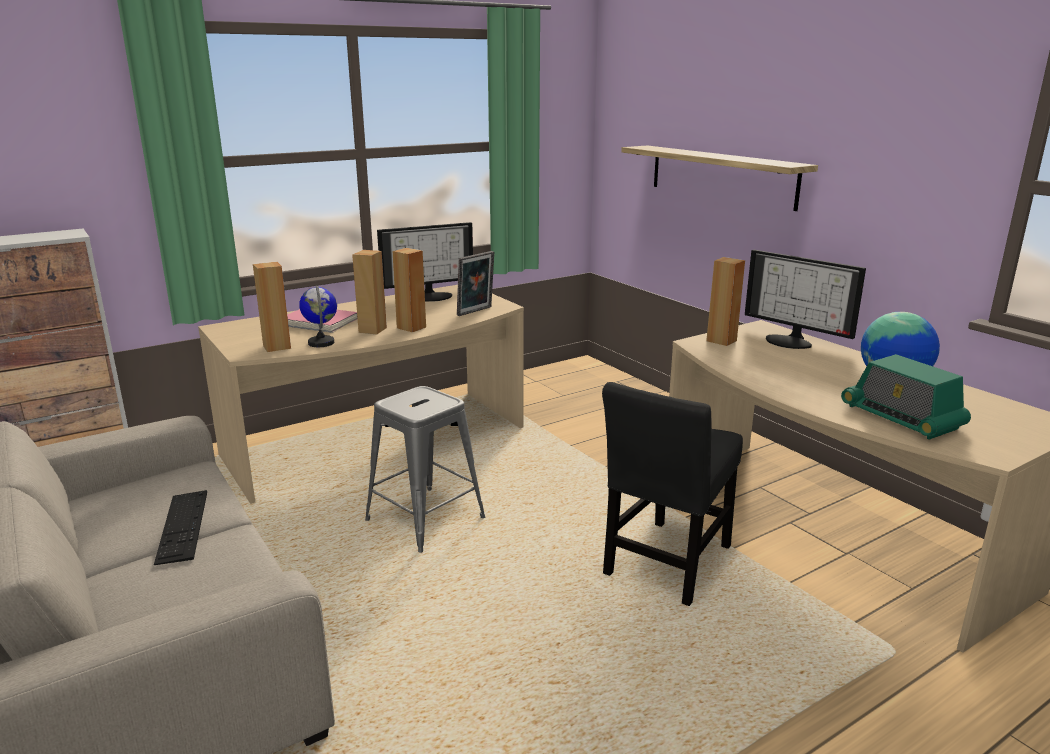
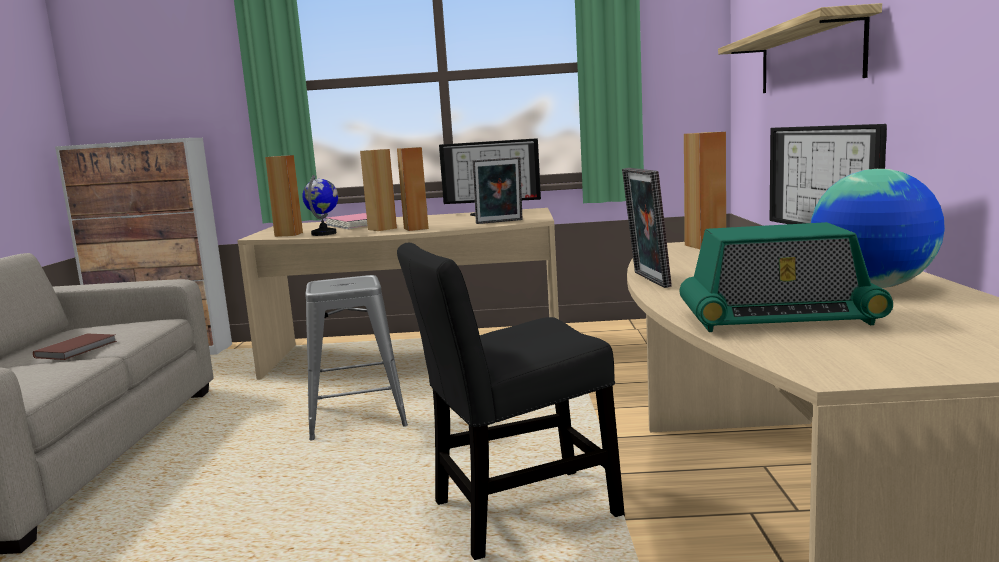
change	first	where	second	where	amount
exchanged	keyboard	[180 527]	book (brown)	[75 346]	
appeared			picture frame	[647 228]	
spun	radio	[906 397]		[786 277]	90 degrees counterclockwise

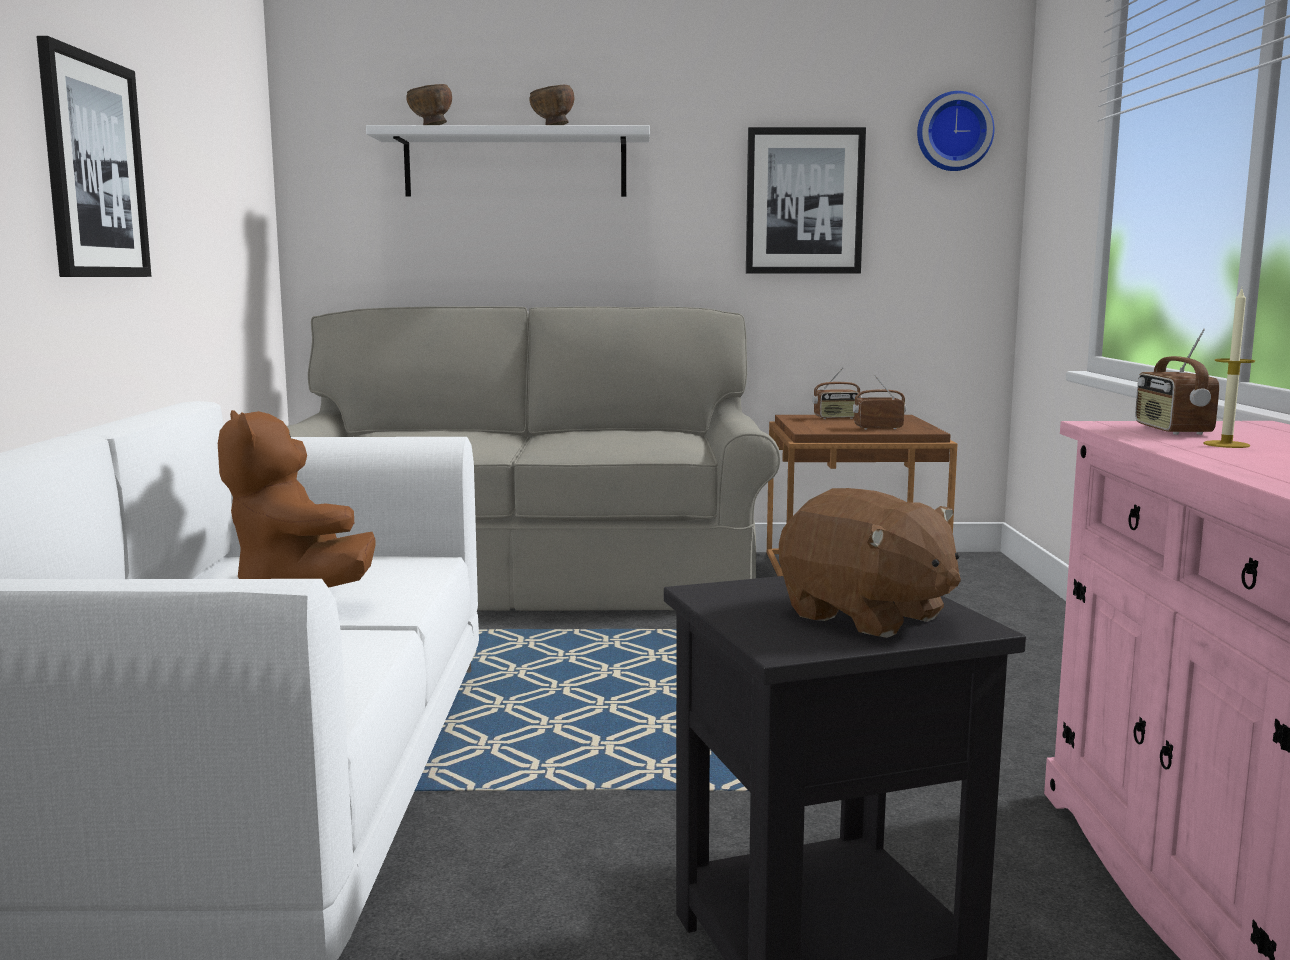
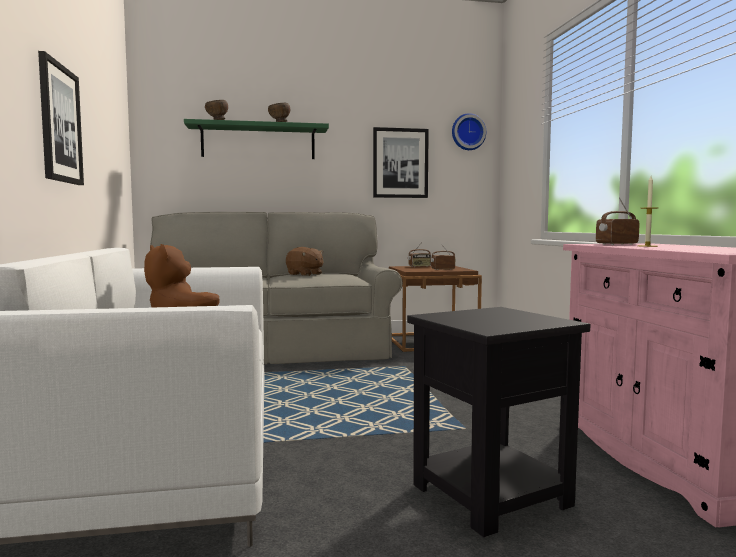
change	first	where	second	where	amount
colour	shelf (white)	[508 161]	shelf (green)	[256 139]	
relocated	plush toy (brown)	[870 563]		[304 261]	
spun	radio	[1177 381]		[617 221]	75 degrees clockwise

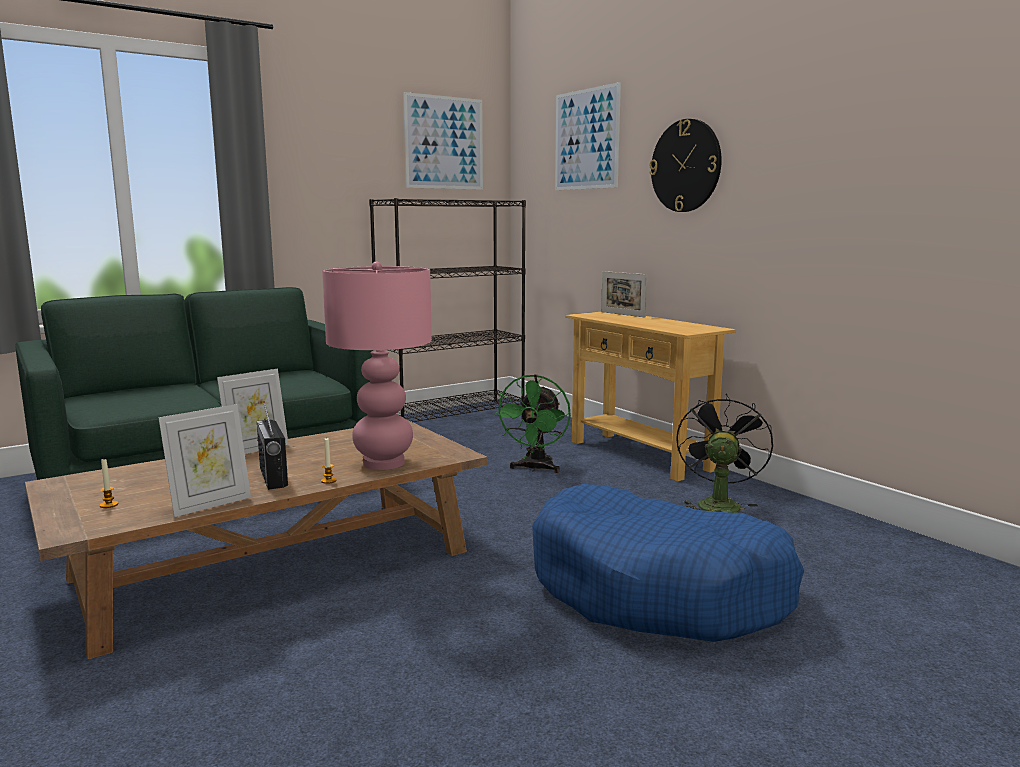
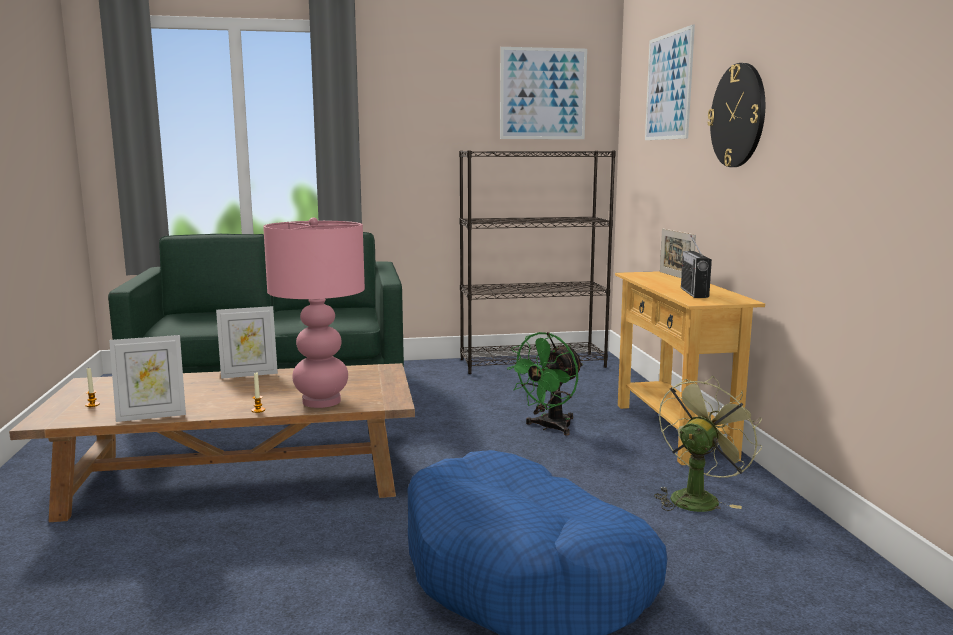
change	first	where	second	where	amount
colour	fan (black)	[724 453]	fan (green)	[708 443]	
relocated	radio	[272 445]		[696 267]	

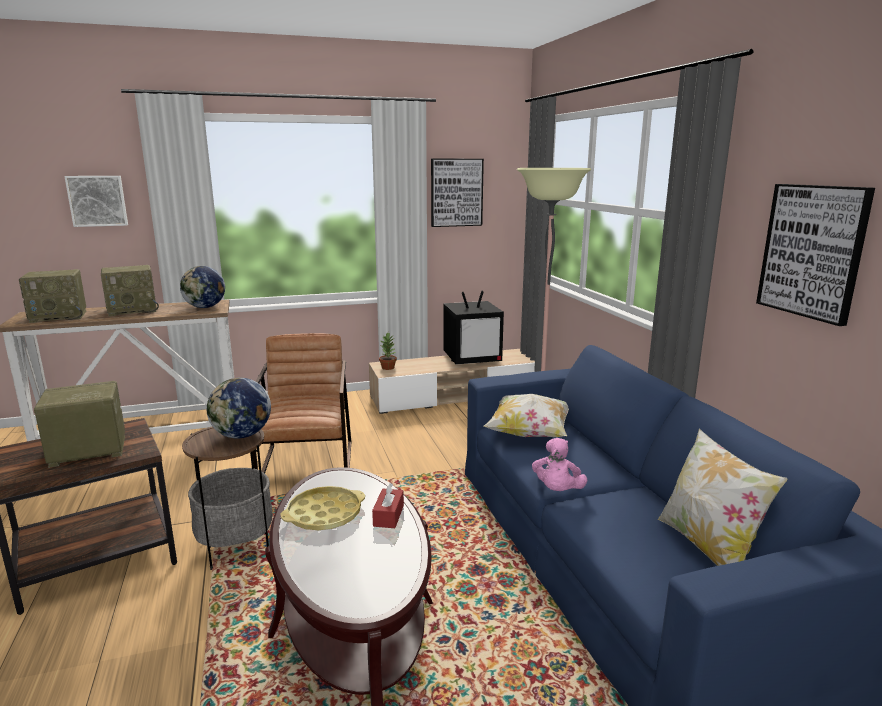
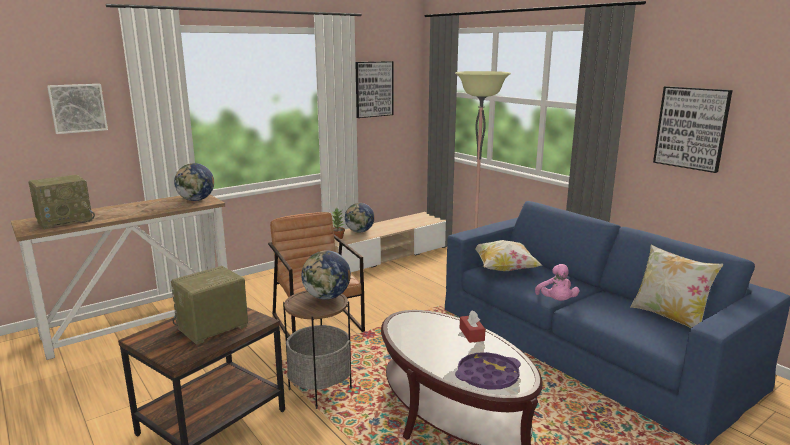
change	first	where	second	where	amount
appeared			globe	[360 218]	
appeared			tray (purple)	[488 371]	
missing	radio	[130 291]			
missing	tray (yellow)	[322 508]			
missing	television	[473 327]			

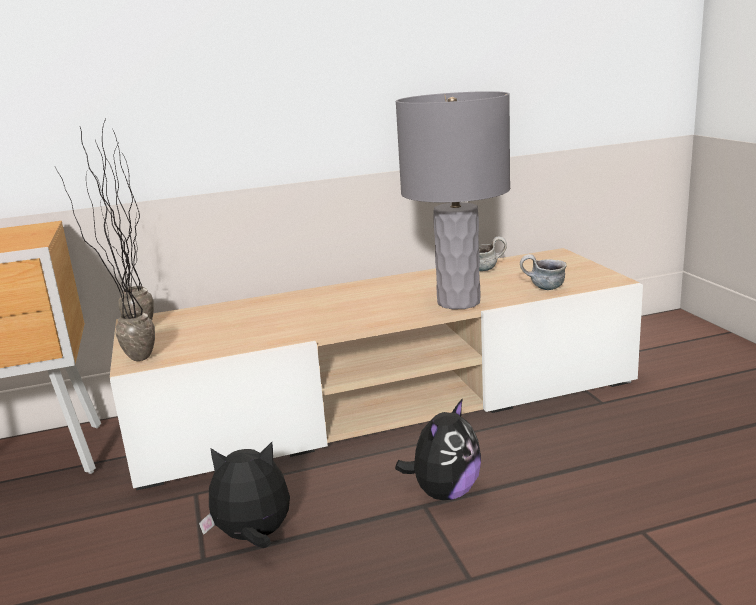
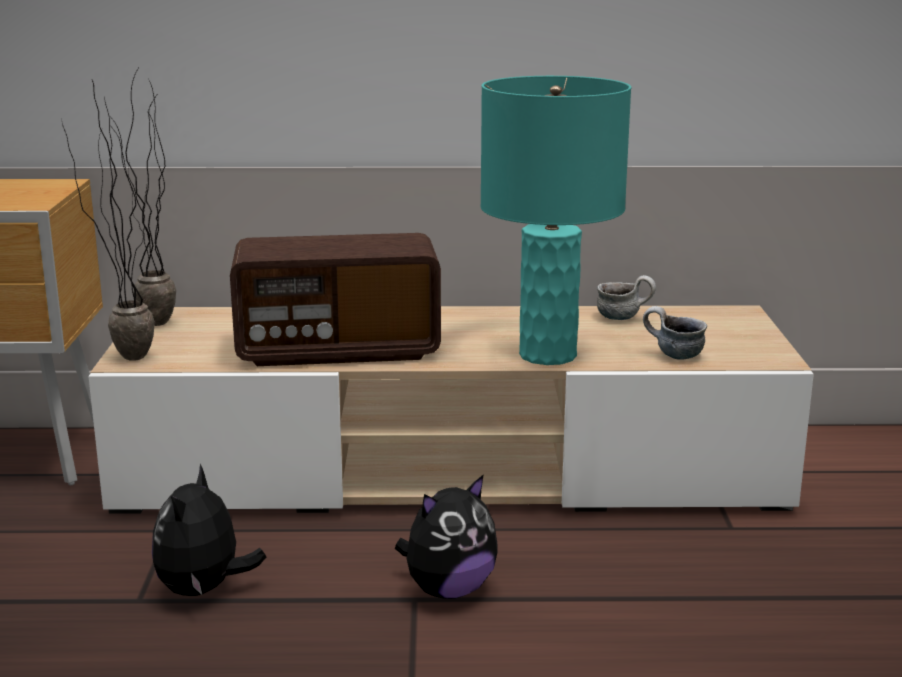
change	first	where	second	where	amount
spun	plush toy	[244 495]		[209 530]	90 degrees counterclockwise
appeared			radio	[335 299]	
colour	table lamp (grey)	[452 200]	table lamp (turquoise)	[555 220]	

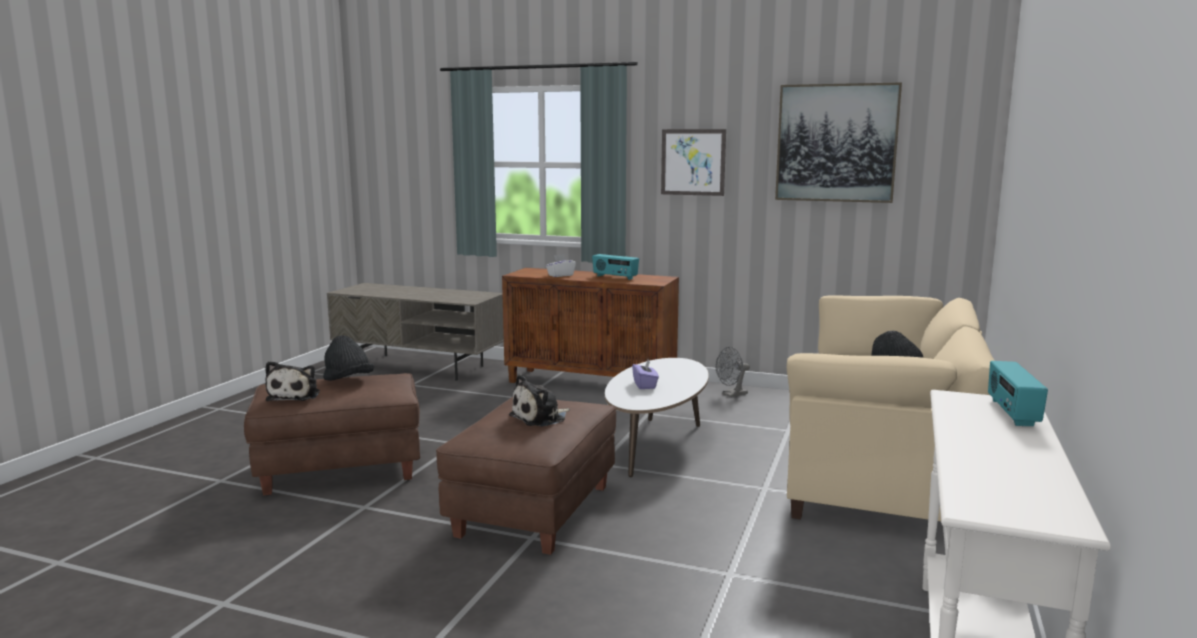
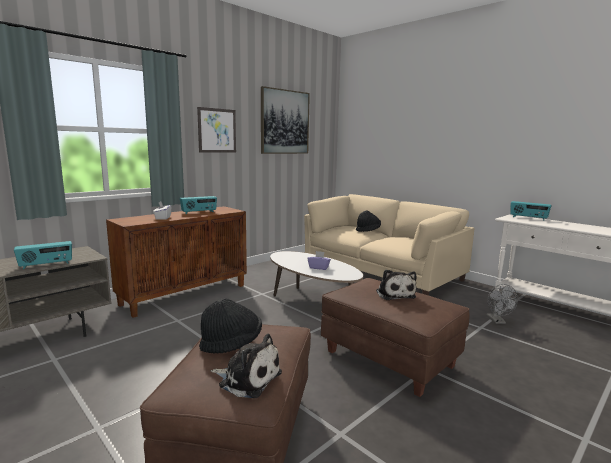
change	first	where	second	where	amount
appeared			radio	[43 255]	
relocated	fan (grey)	[733 372]		[502 304]	

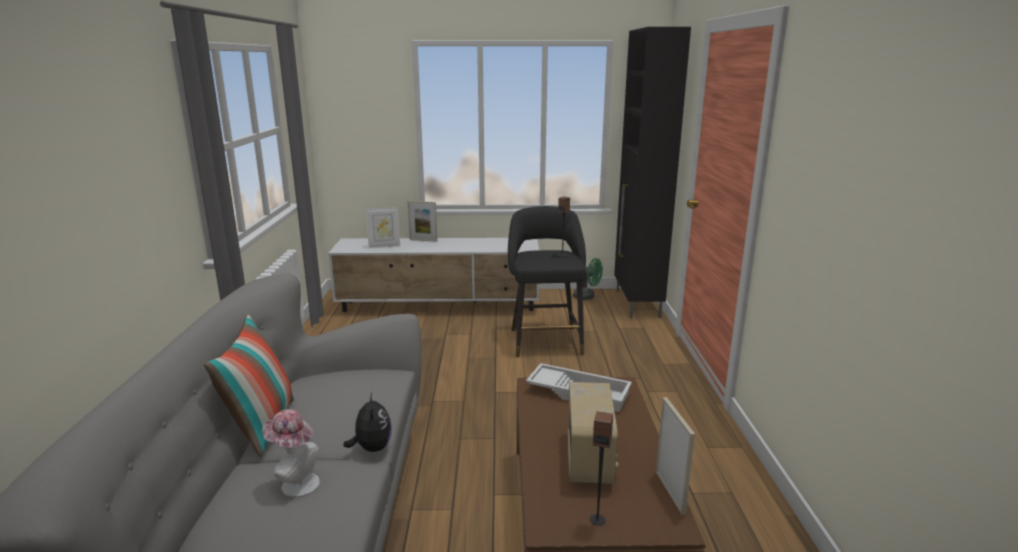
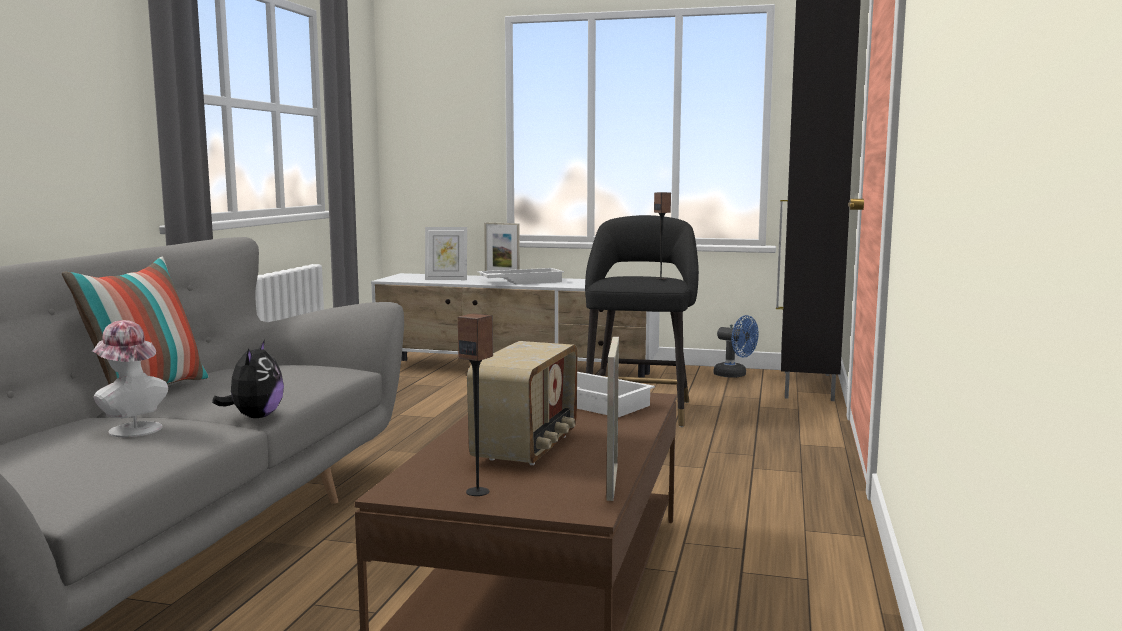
change	first	where	second	where	amount
appeared			tray (white)	[521 276]	
colour	fan (green)	[588 279]	fan (blue)	[736 346]	

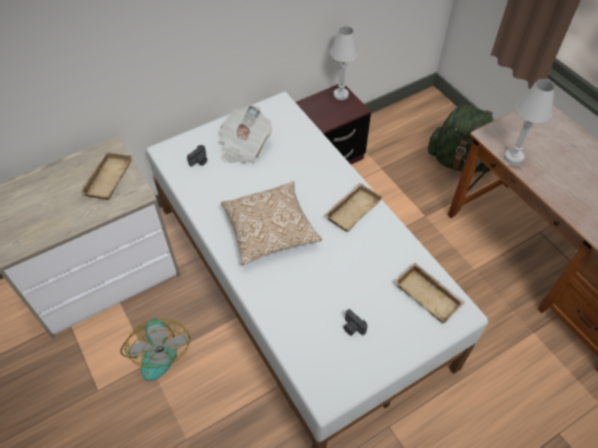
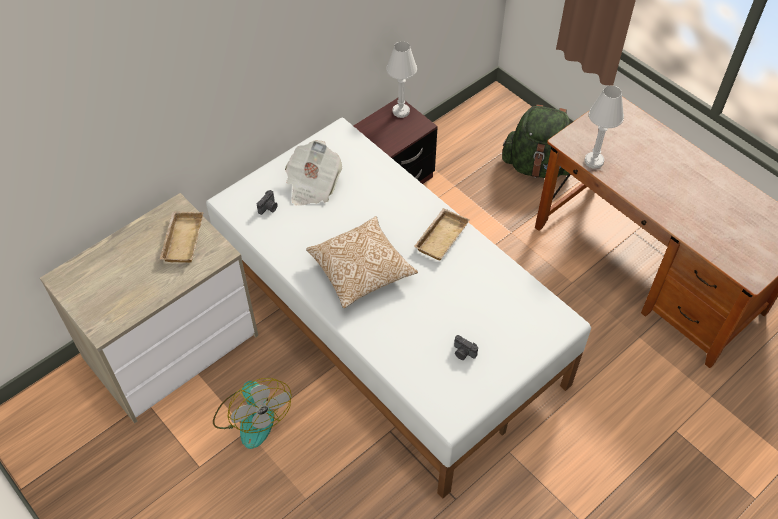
change	first	where	second	where	amount
missing	tray (beige)	[430 293]			

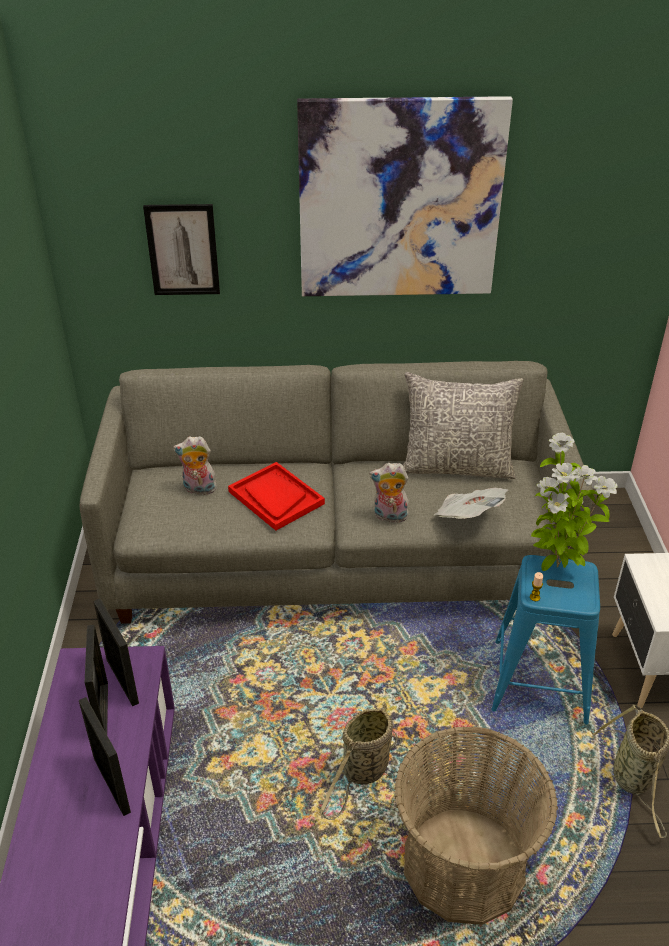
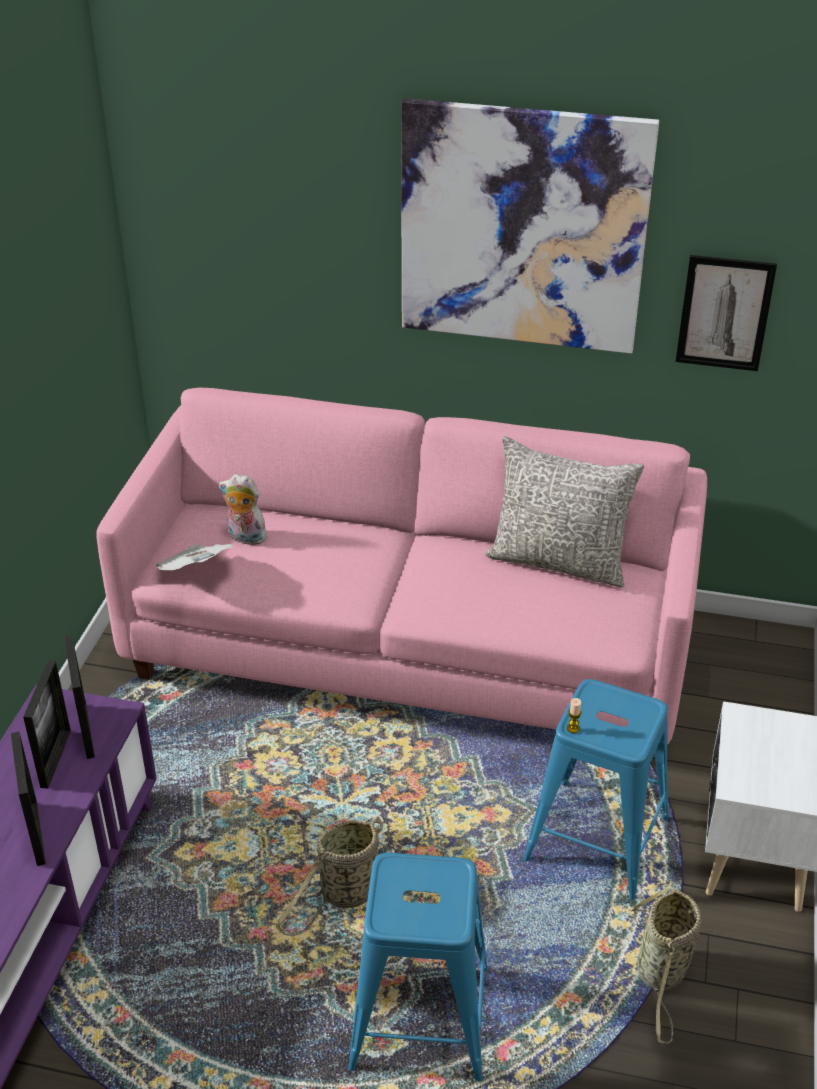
change	first	where	second	where	amount
colour	sofa (grey)	[336 492]	sofa (pink)	[401 566]	
relocated	newspaper	[471 503]		[194 557]	
exchanged	basket	[476 825]	stool (blue)	[418 967]	
relocated	picture	[181 249]		[726 313]	
missing	tray (red)	[276 496]			
missing	plush toy	[389 494]			
missing	potted plant	[574 502]			

